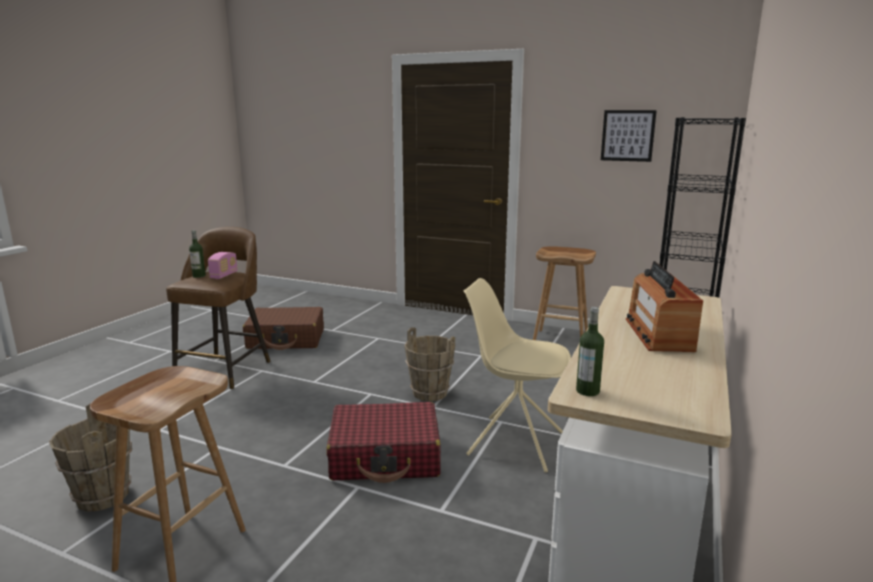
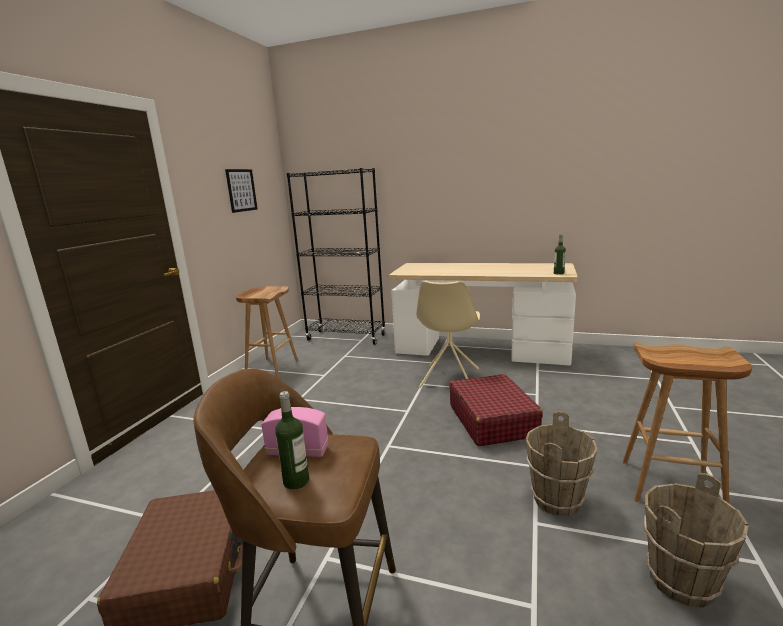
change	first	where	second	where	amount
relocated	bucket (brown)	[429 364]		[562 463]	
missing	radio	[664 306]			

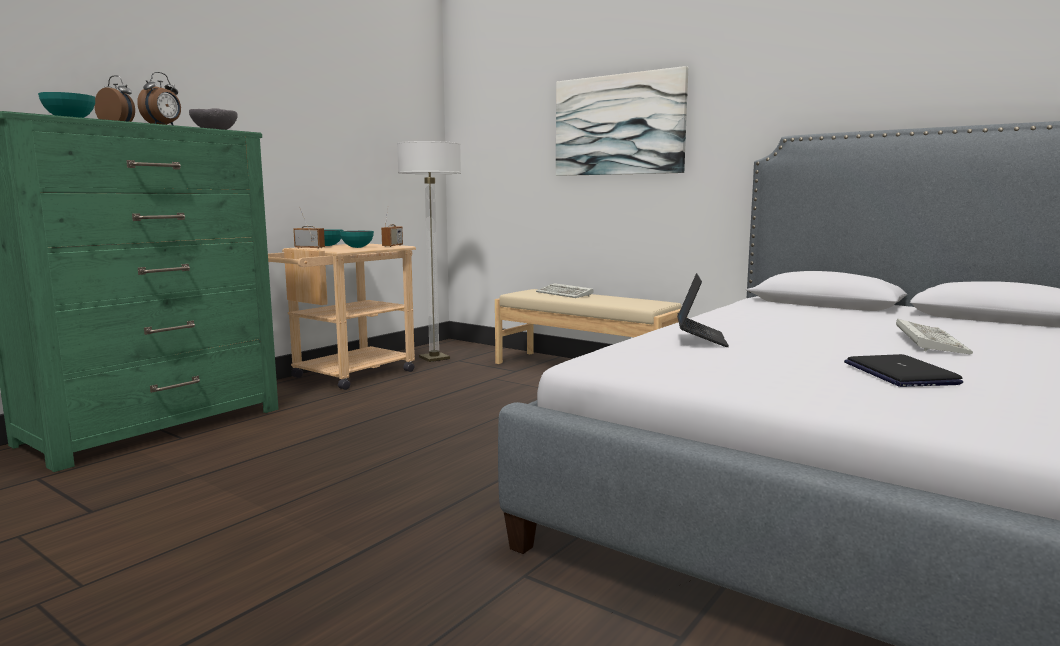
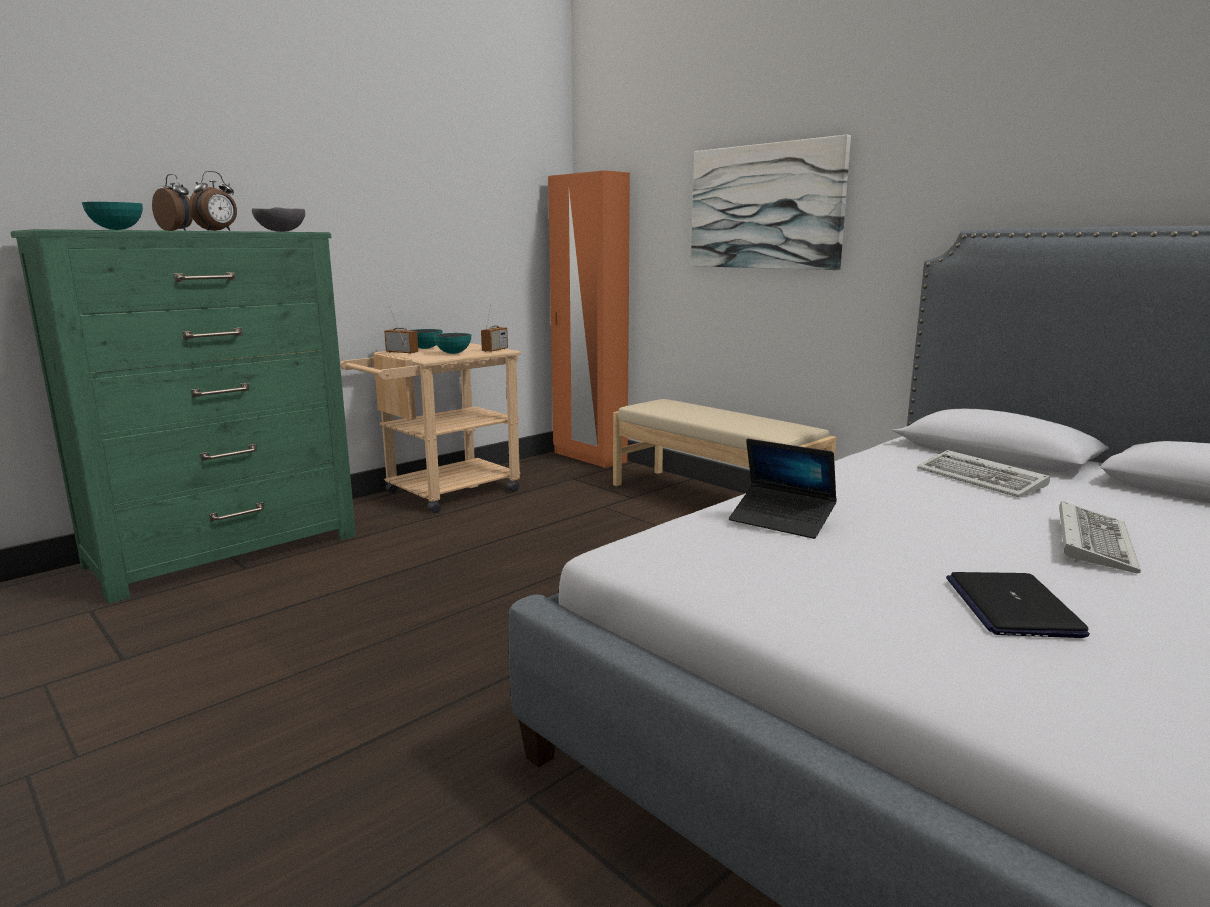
change	first	where	second	where	amount
appeared			wardrobe (orange)	[589 319]	
spun	laptop	[703 310]		[783 489]	105 degrees clockwise
relocated	keyboard	[565 290]		[983 474]	
missing	floor lamp	[429 251]			

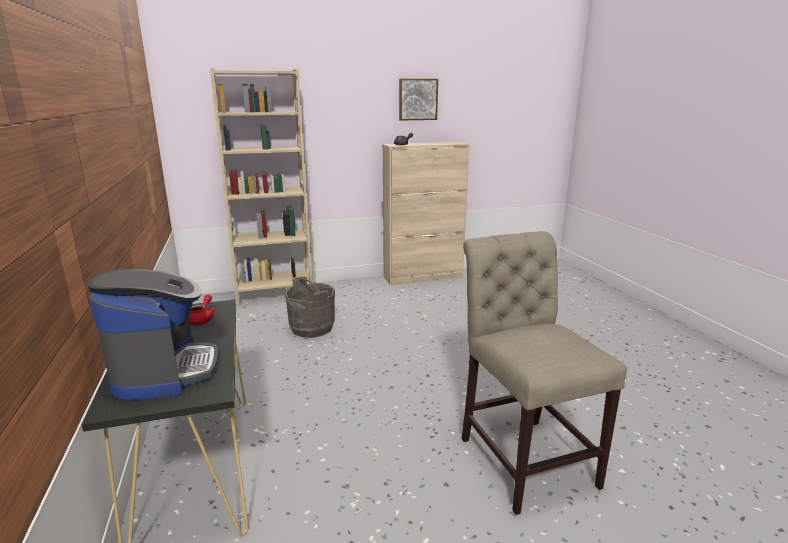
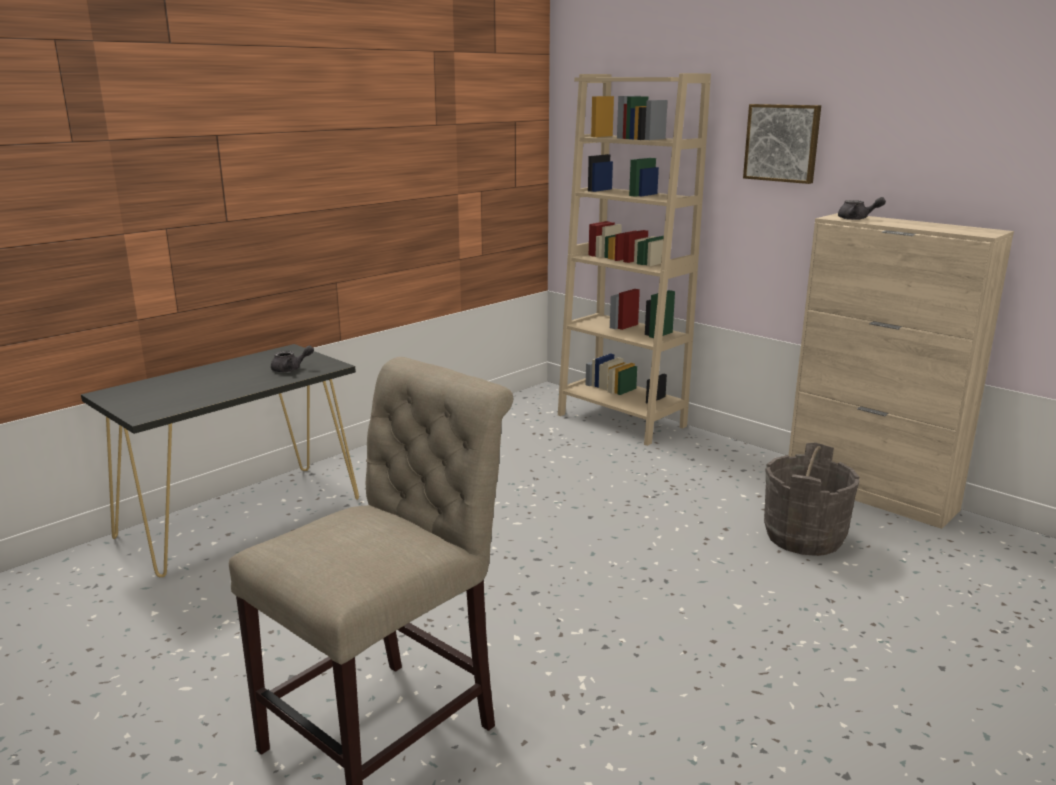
change	first	where	second	where	amount
colour	teapot (red)	[202 309]	teapot (grey)	[292 359]	
relocated	picture	[418 99]		[782 144]	
relocated	bucket (grey)	[310 307]		[811 499]	
missing	coffee machine	[153 335]			

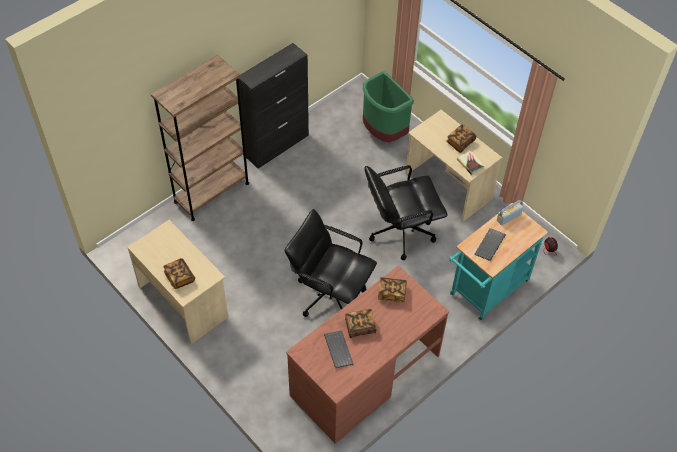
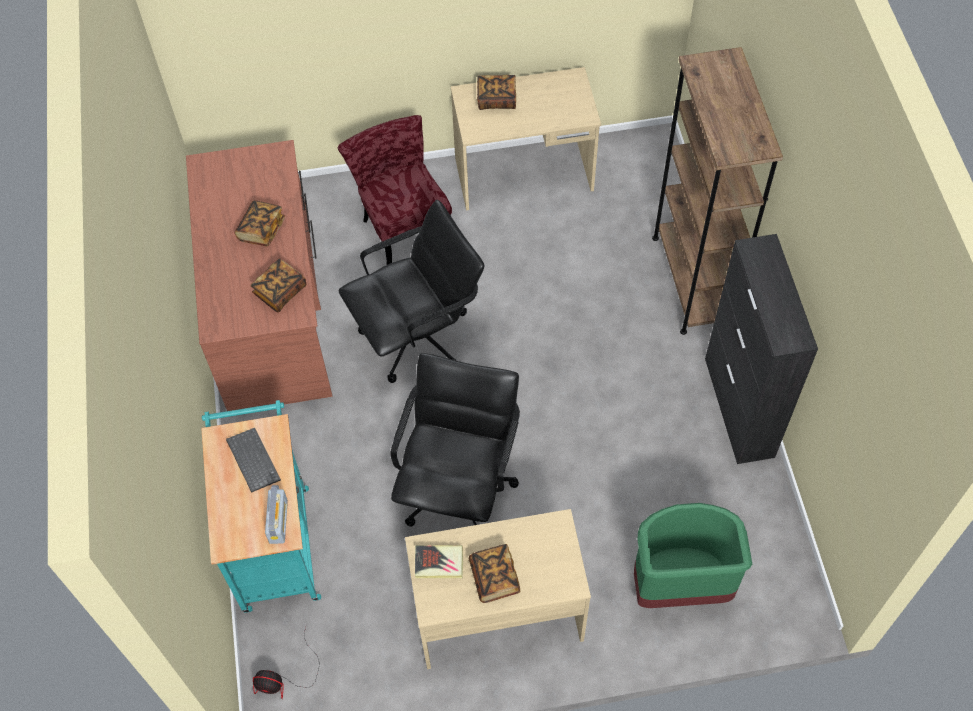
change	first	where	second	where	amount
appeared			chair (red)	[395 190]	
missing	keyboard	[338 349]			

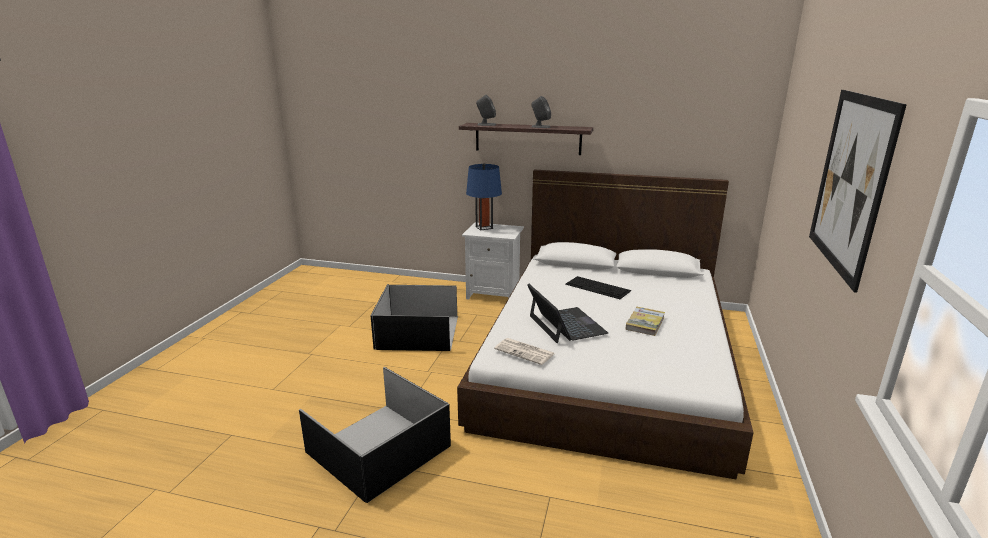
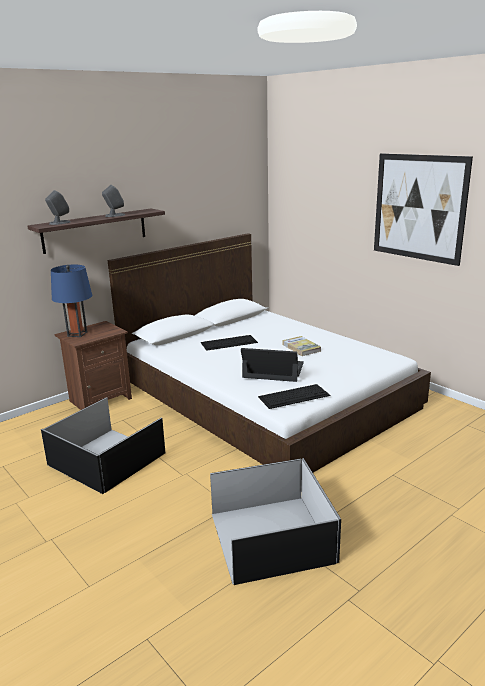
change	first	where	second	where	amount
colour	nightstand (white)	[493 261]	nightstand (brown)	[93 365]	
exchanged	newspaper	[524 351]	keyboard	[294 396]	

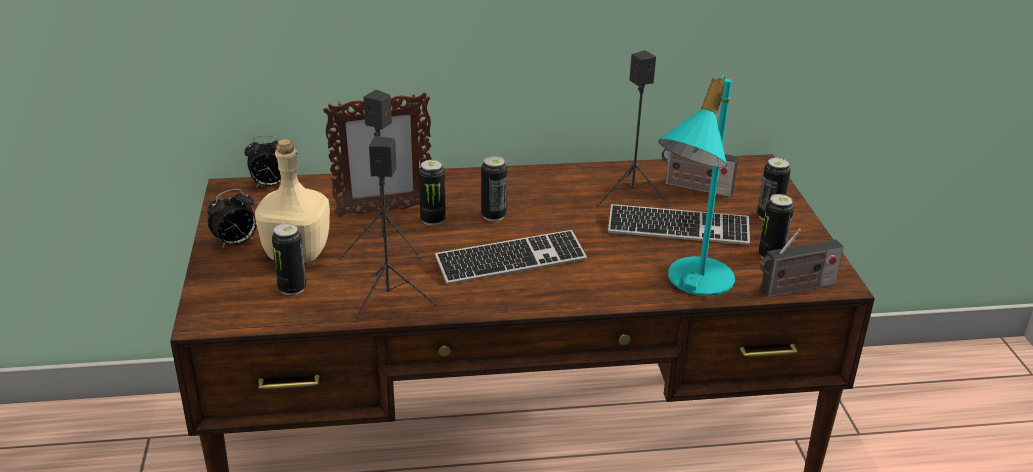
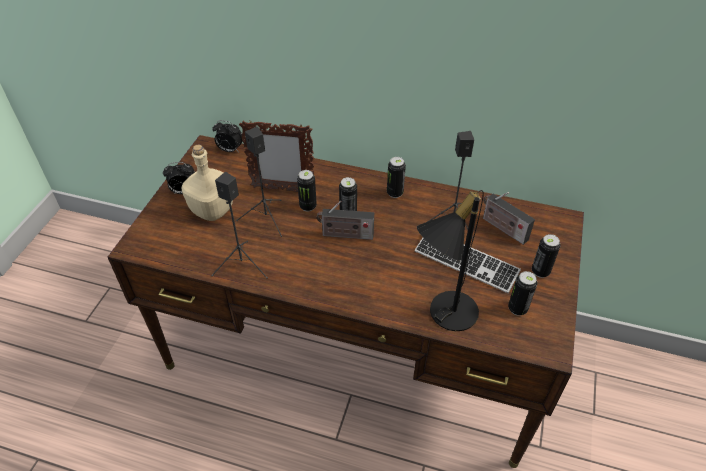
change	first	where	second	where	amount
relocated	radio	[802 262]		[345 220]	
relocated	can	[289 259]		[396 177]	
colour	table lamp (turquoise)	[696 185]	table lamp (black)	[450 260]	
missing	keyboard	[511 257]			

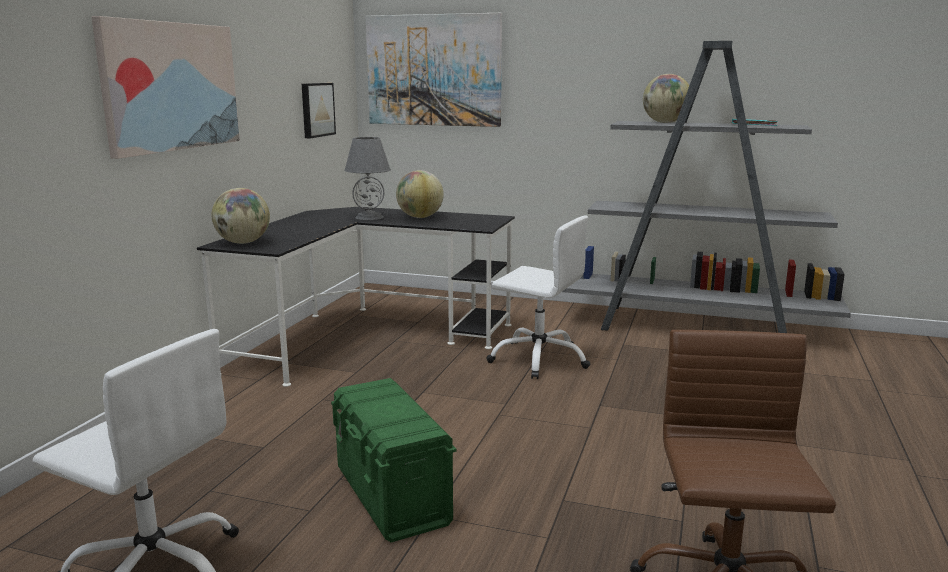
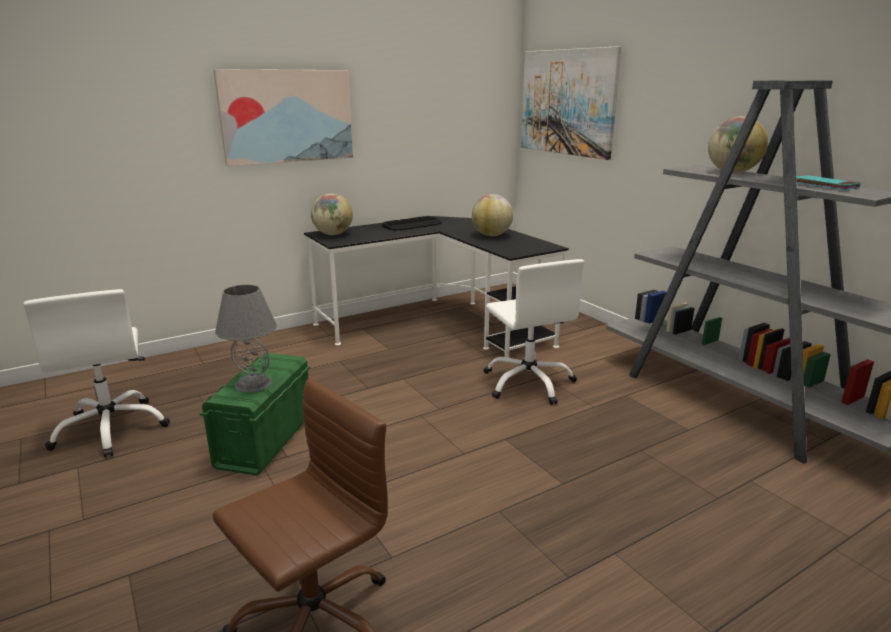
change	first	where	second	where	amount
relocated	table lamp (grey)	[368 178]		[246 338]	
appeared			keyboard	[412 223]	
missing	picture	[319 110]			

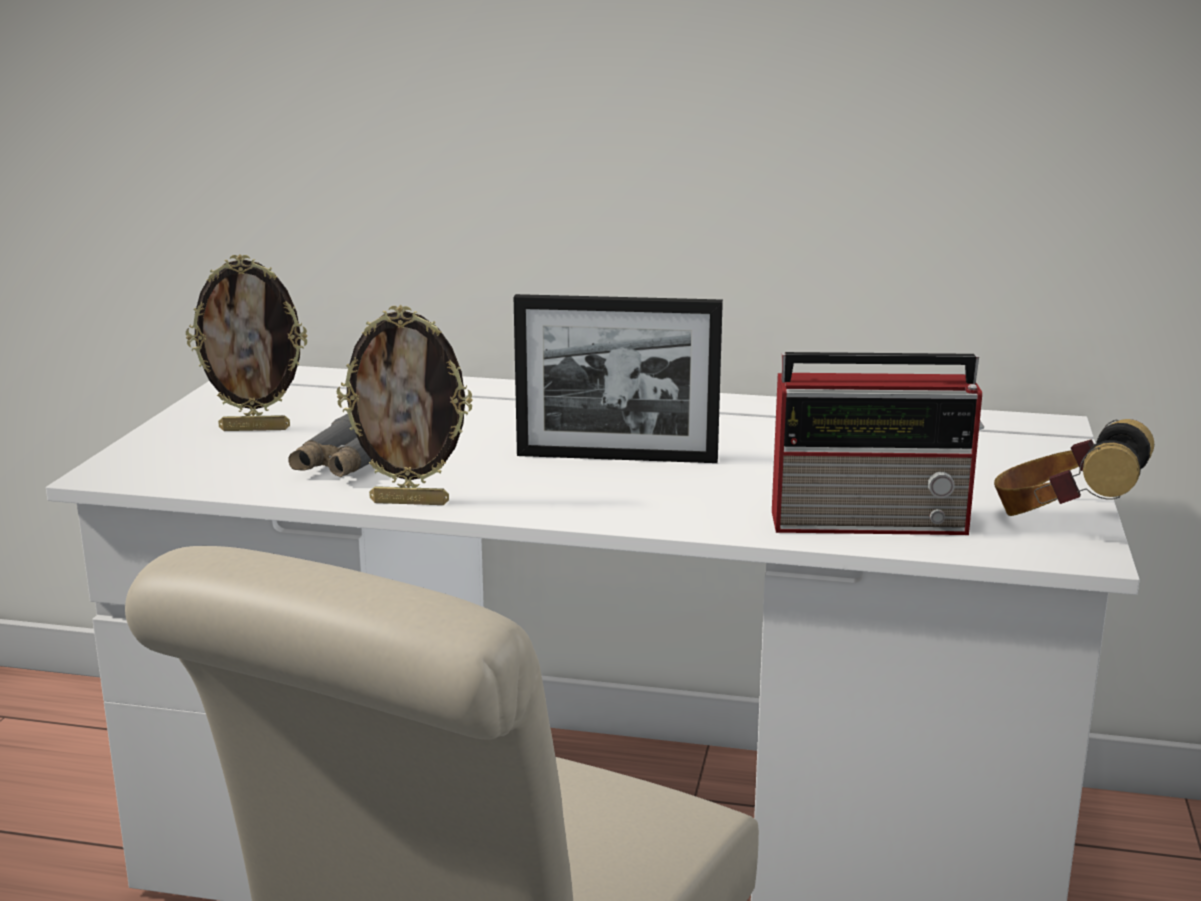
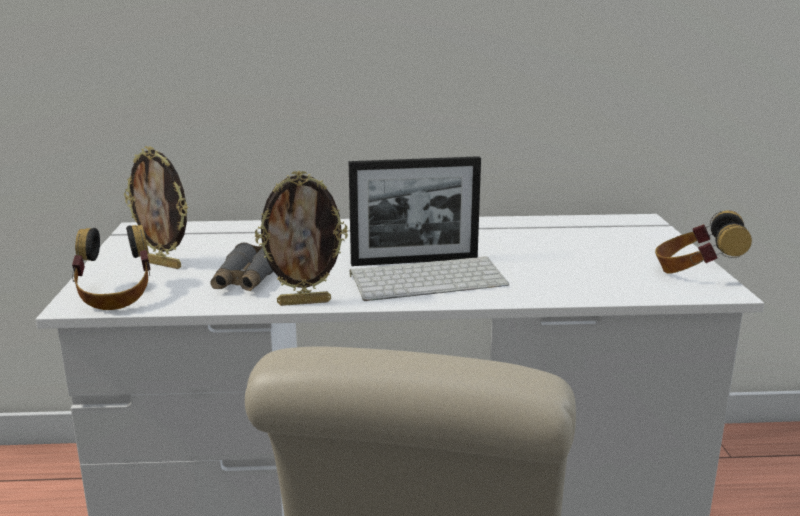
change	first	where	second	where	amount
appeared			headphones	[111 267]	
spun	picture frame	[247 342]		[156 207]	45 degrees clockwise
appeared			keyboard	[429 278]	
missing	radio	[878 443]			

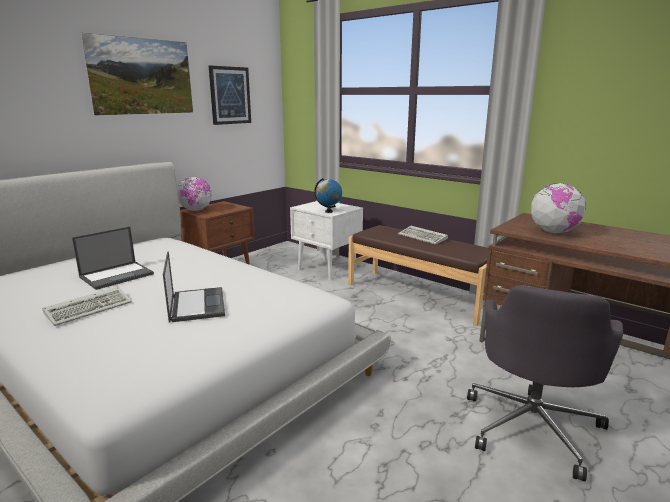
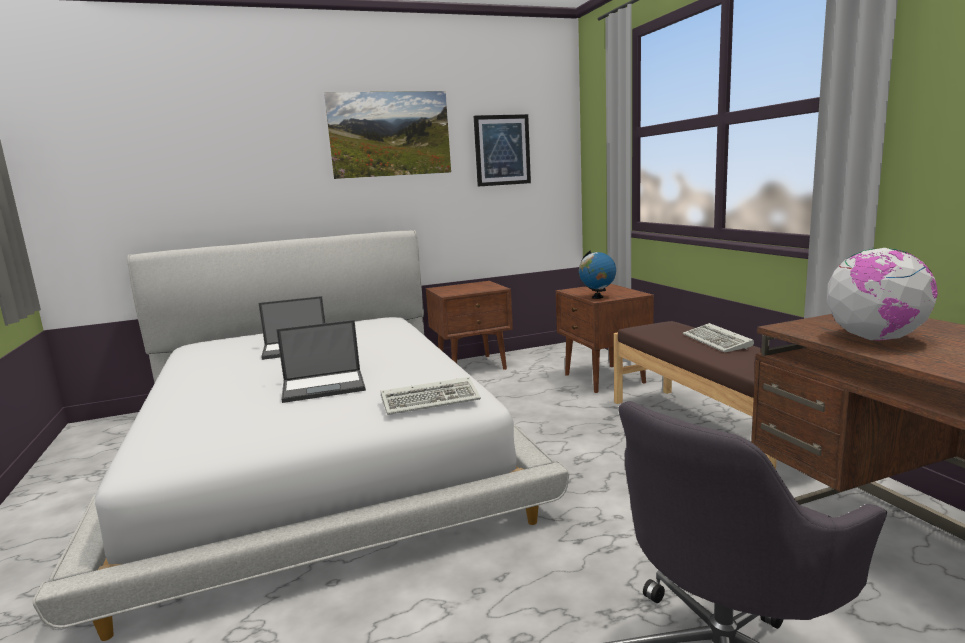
change	first	where	second	where	amount
spun	laptop	[194 287]		[321 361]	60 degrees clockwise
relocated	keyboard	[87 306]		[431 396]	
colour	nightstand (white)	[326 240]	nightstand (brown)	[605 338]	
missing	globe	[195 194]			

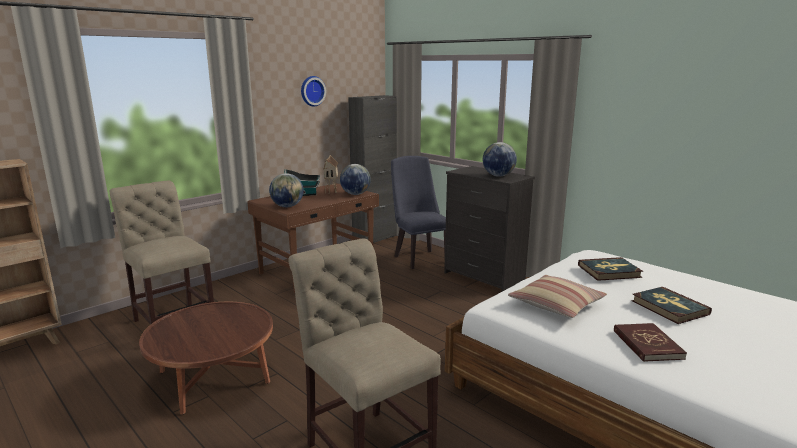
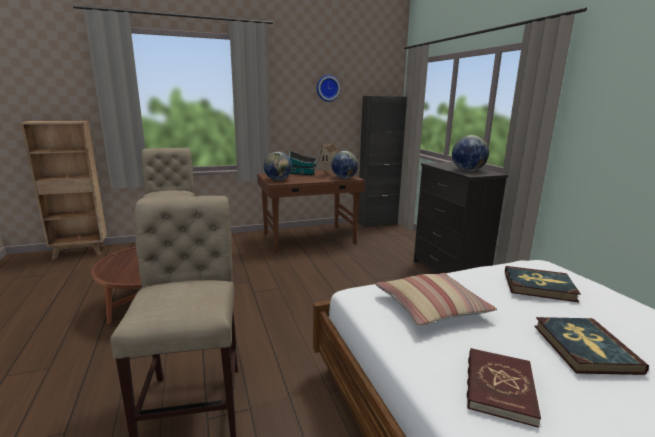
change	first	where	second	where	amount
missing	chair (blue)	[418 212]			

